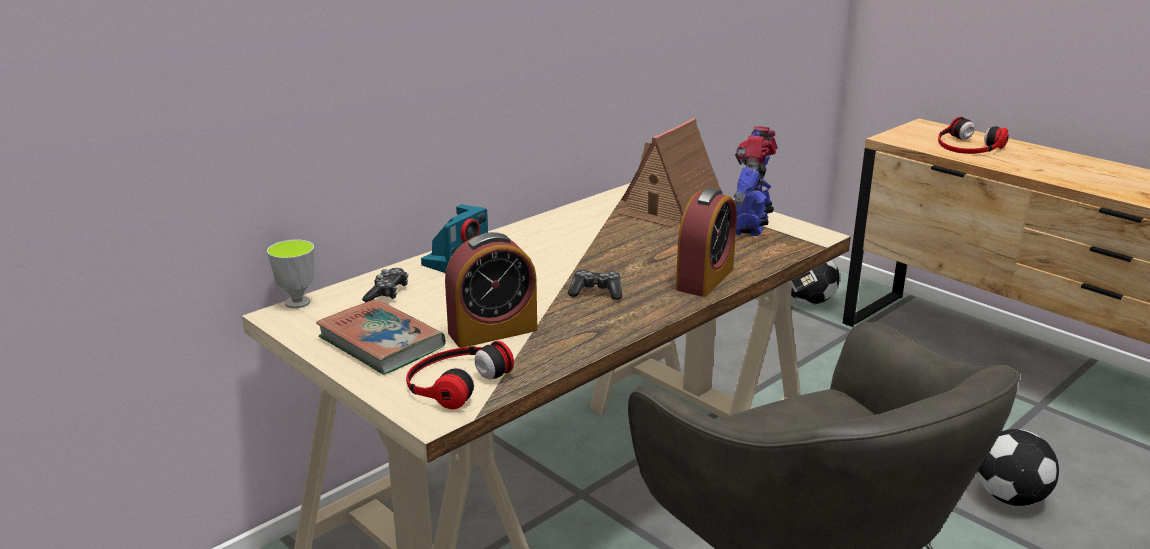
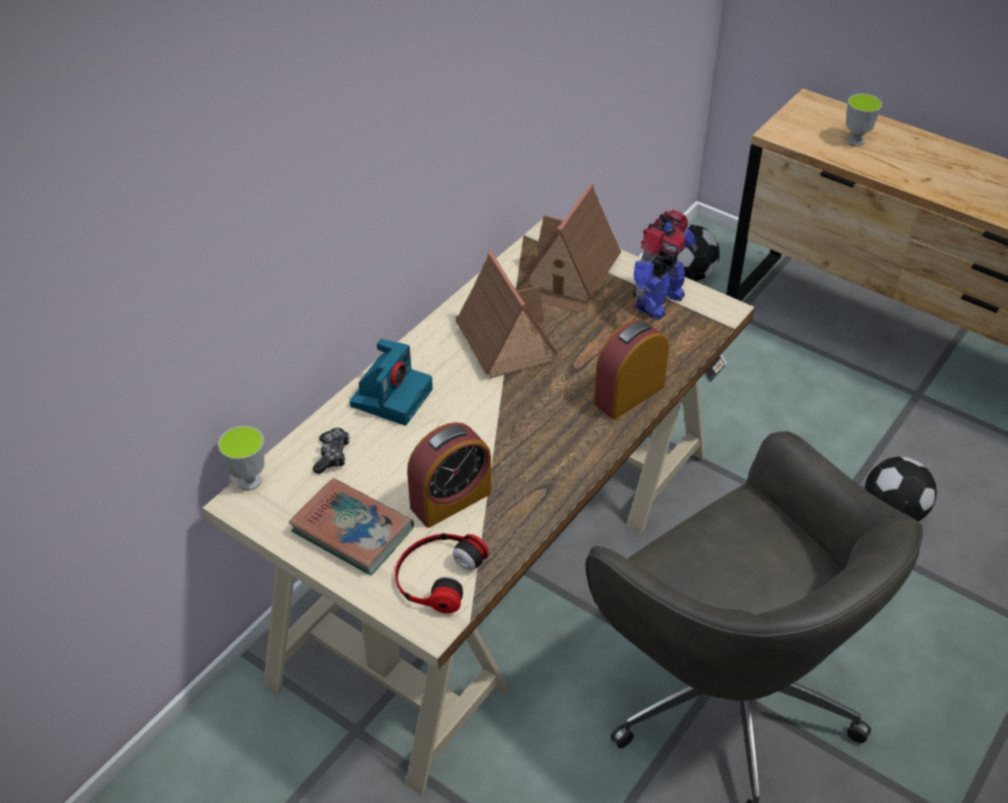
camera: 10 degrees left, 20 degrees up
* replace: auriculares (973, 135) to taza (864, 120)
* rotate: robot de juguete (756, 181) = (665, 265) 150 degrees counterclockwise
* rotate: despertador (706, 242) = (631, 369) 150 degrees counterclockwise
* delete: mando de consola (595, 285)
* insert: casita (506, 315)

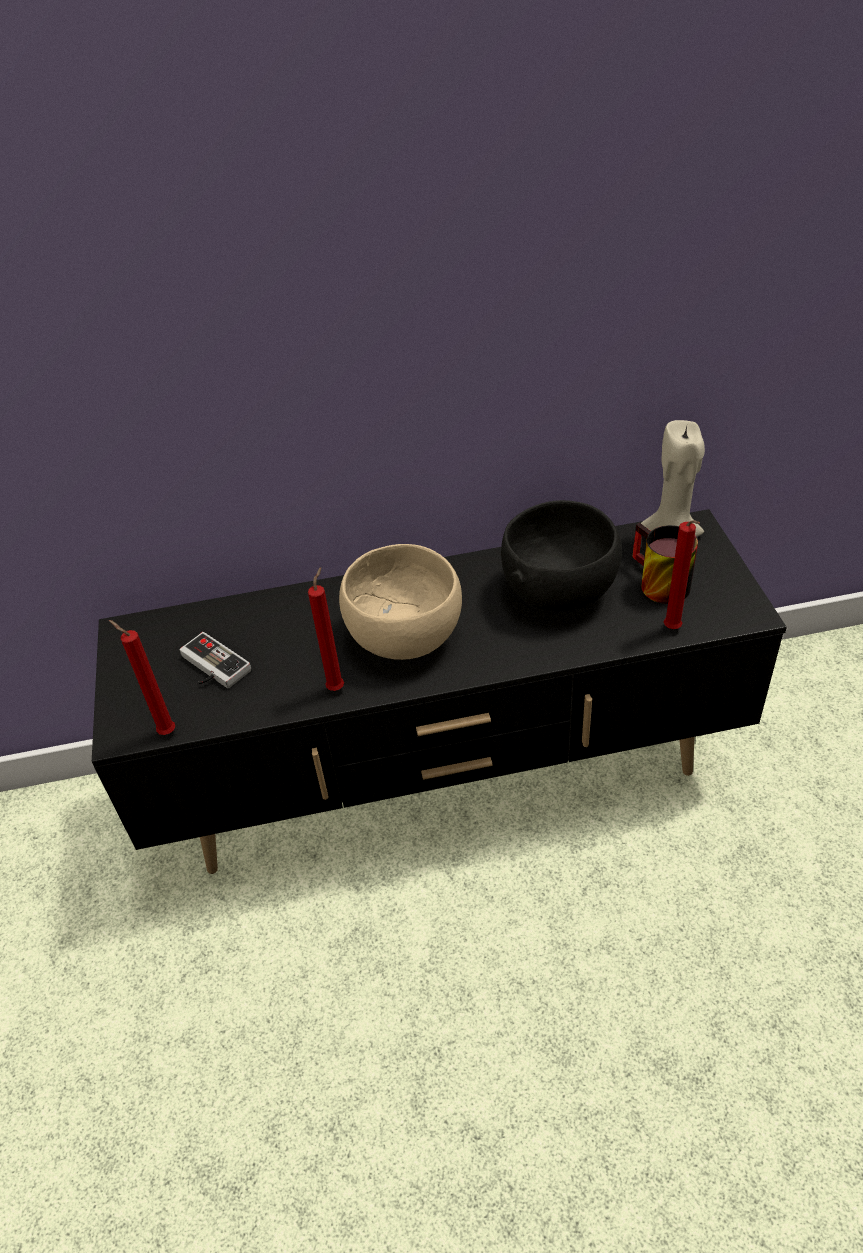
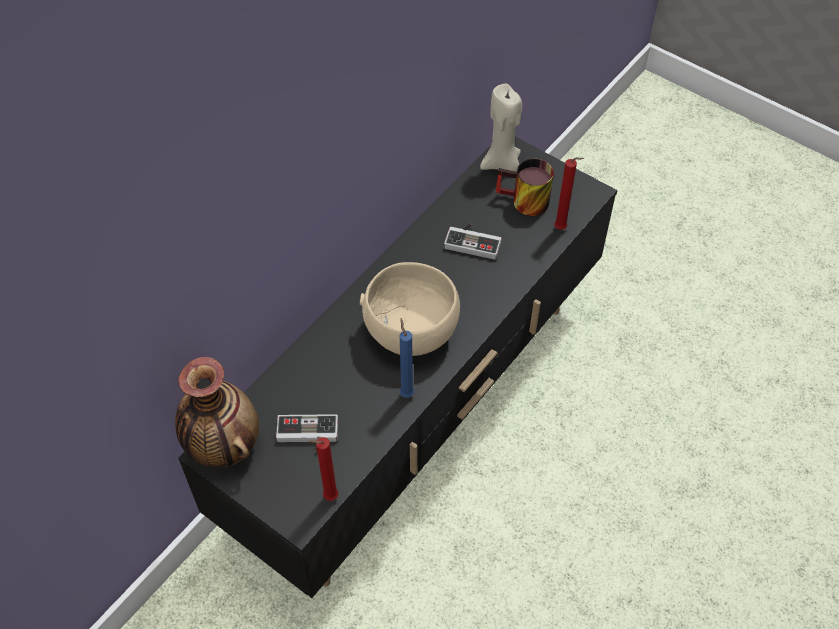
camera: 45 degrees left, 10 degrees up
* replace: cuenco [negro] (561, 555) to mando de consola (473, 241)
* recolor: vela [rojo] (326, 629) to vela [azul] (407, 358)
* insert: florero (217, 412)

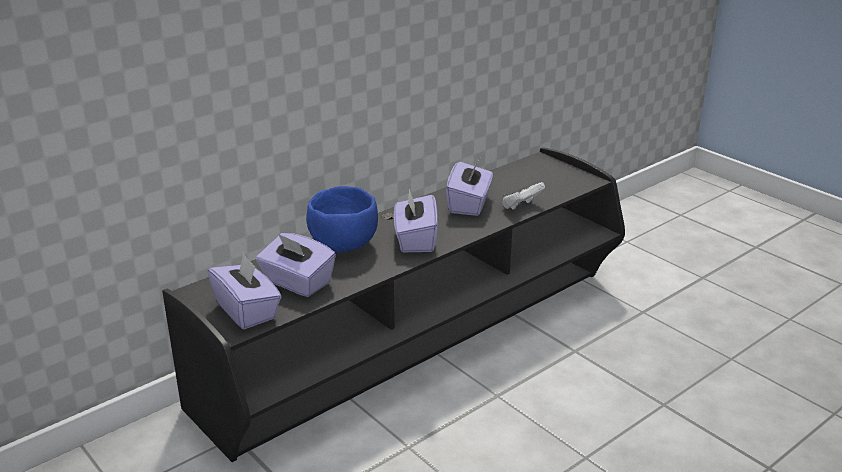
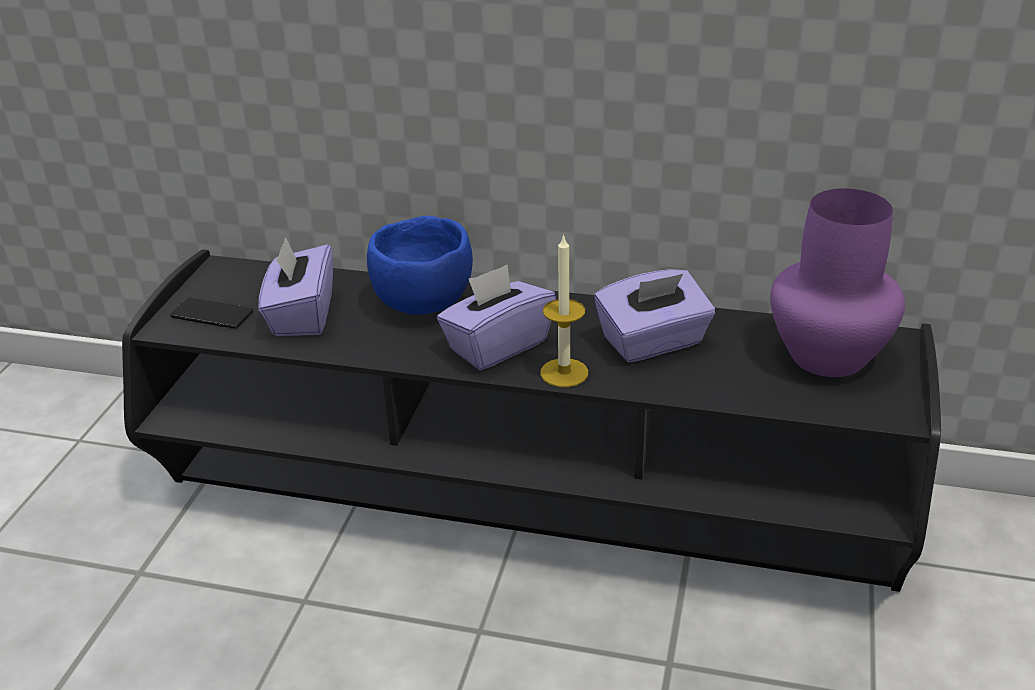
camera: 55 degrees right, 5 degrees up
* delete: mando de consola [blanco] (523, 196)
* replace: caja de pañuelos [morado] (244, 291) to móvil (211, 313)
* insert: florero [morado] (837, 282)
* insert: vela (564, 310)

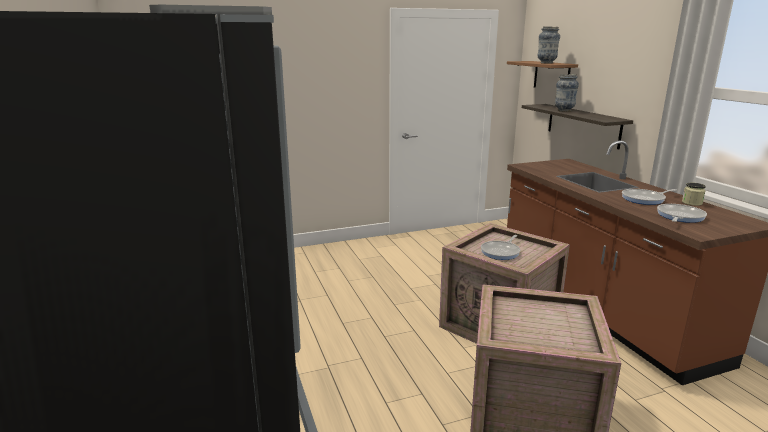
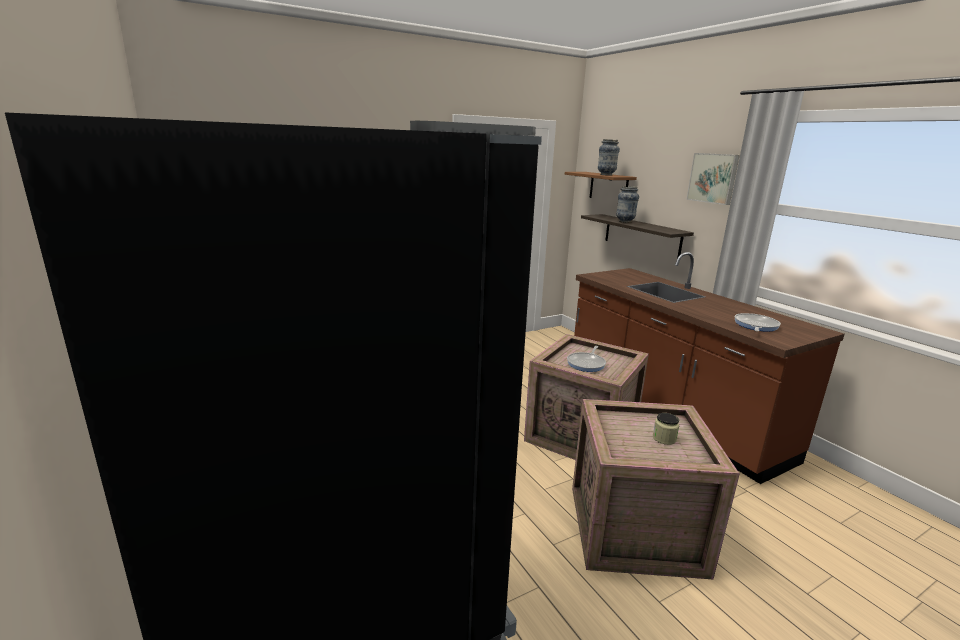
camera: 10 degrees left, 0 degrees up
* move: tarro (694, 194) to (666, 429)
* delete: sartén (649, 197)
* insert: cuadro (713, 179)

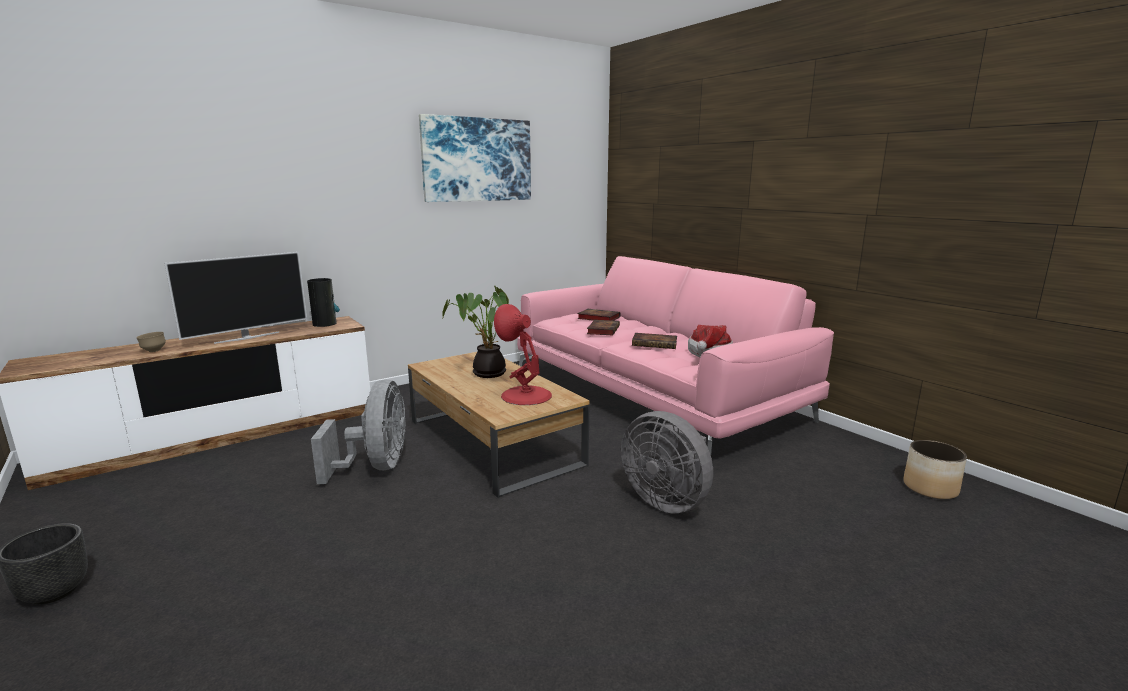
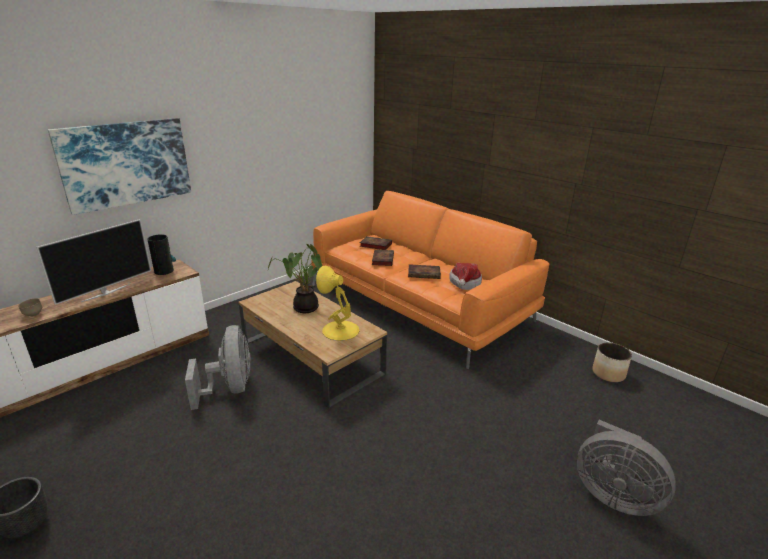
camera: 10 degrees left, 10 degrees up
* move: cuadro (475, 158) to (119, 166)
* recolor: sofá [rosa] (675, 355) to sofá [naranja] (430, 280)
* recolor: lámpara de mesa [rojo] (523, 354) to lámpara de mesa [amarillo] (337, 303)
* move: ventilador [gris] (667, 462) to (626, 468)

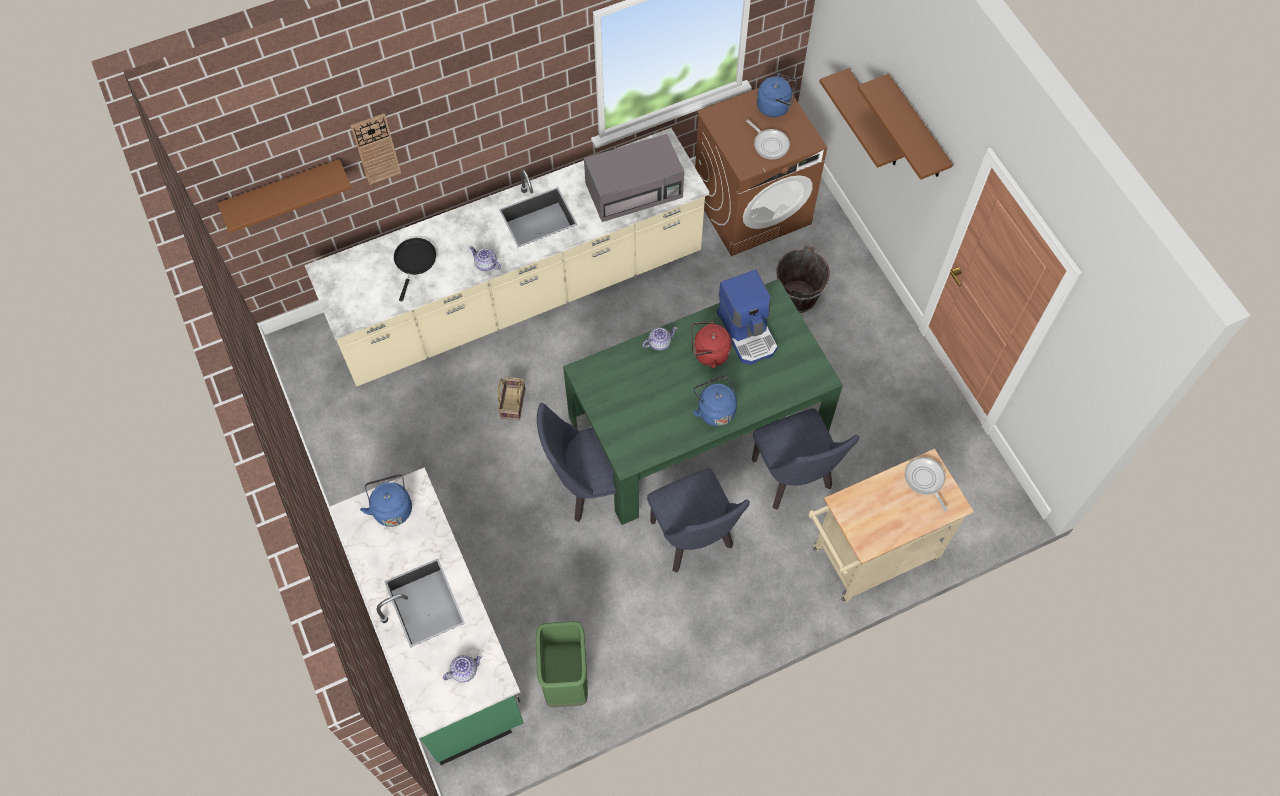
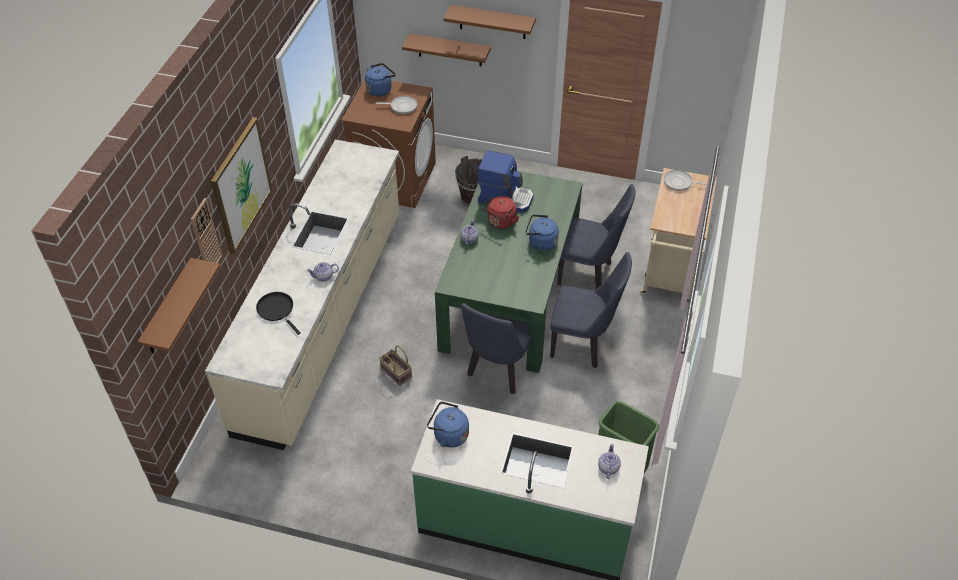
camera: 50 degrees left, 15 degrees down
* delete: microondas [gris] (634, 178)
* insert: cuadro (241, 185)

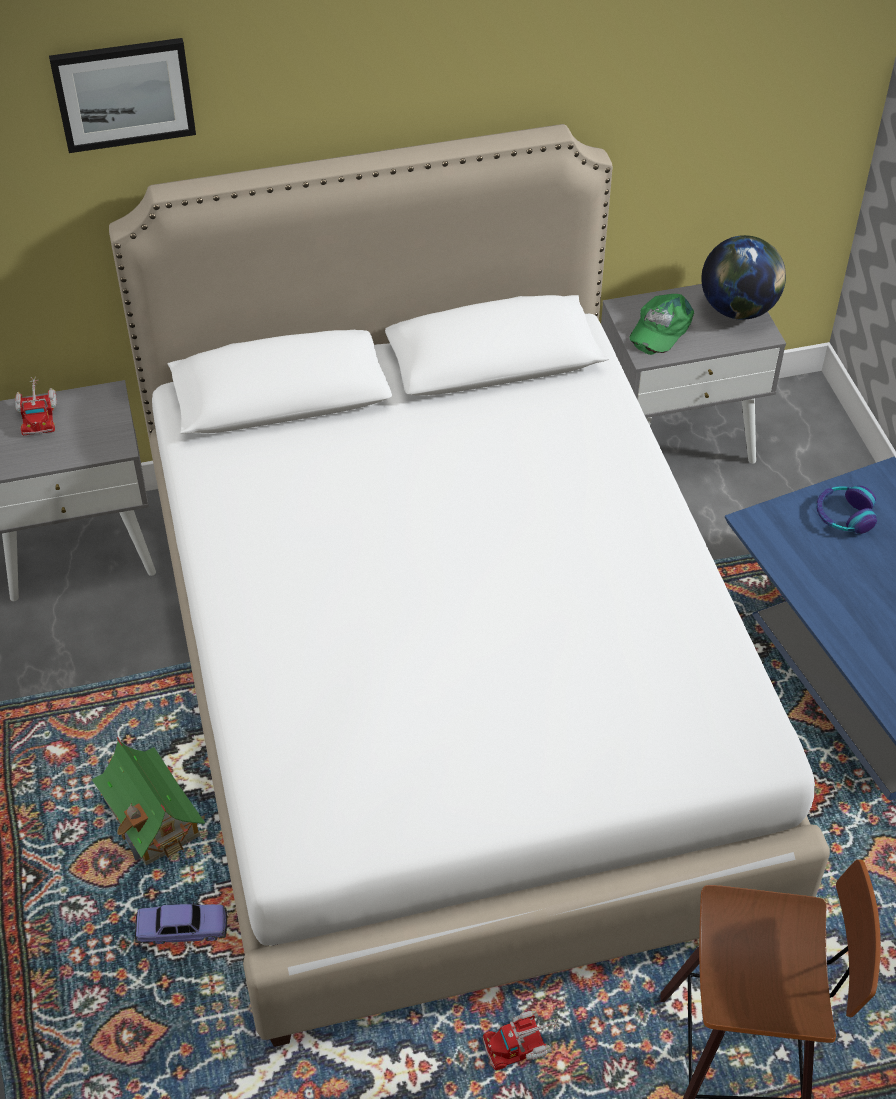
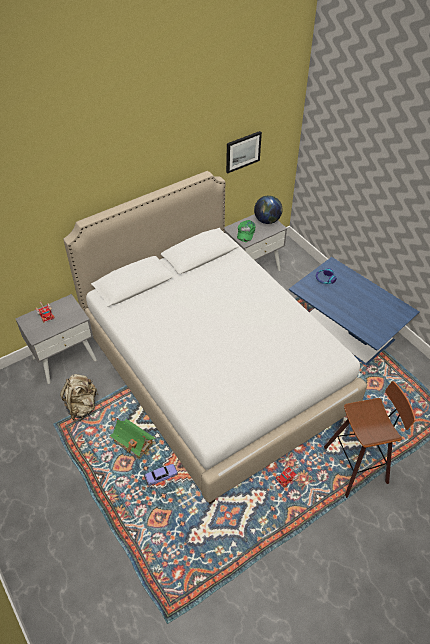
camera: 20 degrees left, 0 degrees up
* move: cuadro (122, 95) to (244, 152)
* insert: mochila [beis] (79, 397)

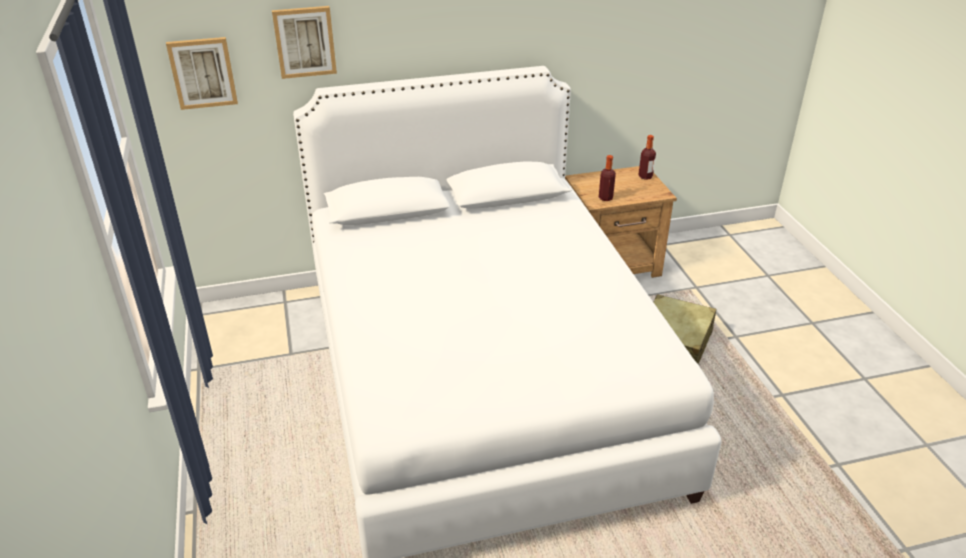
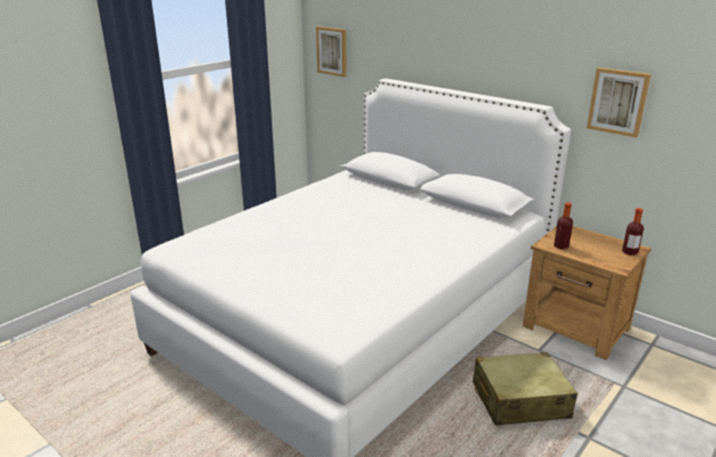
camera: 55 degrees right, 10 degrees down
* move: cuadro (304, 42) to (619, 103)

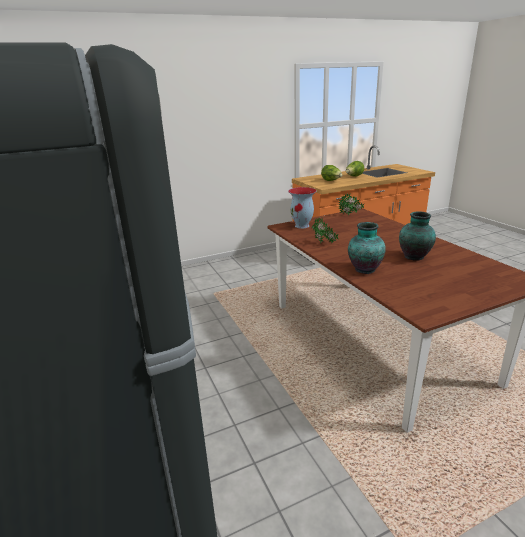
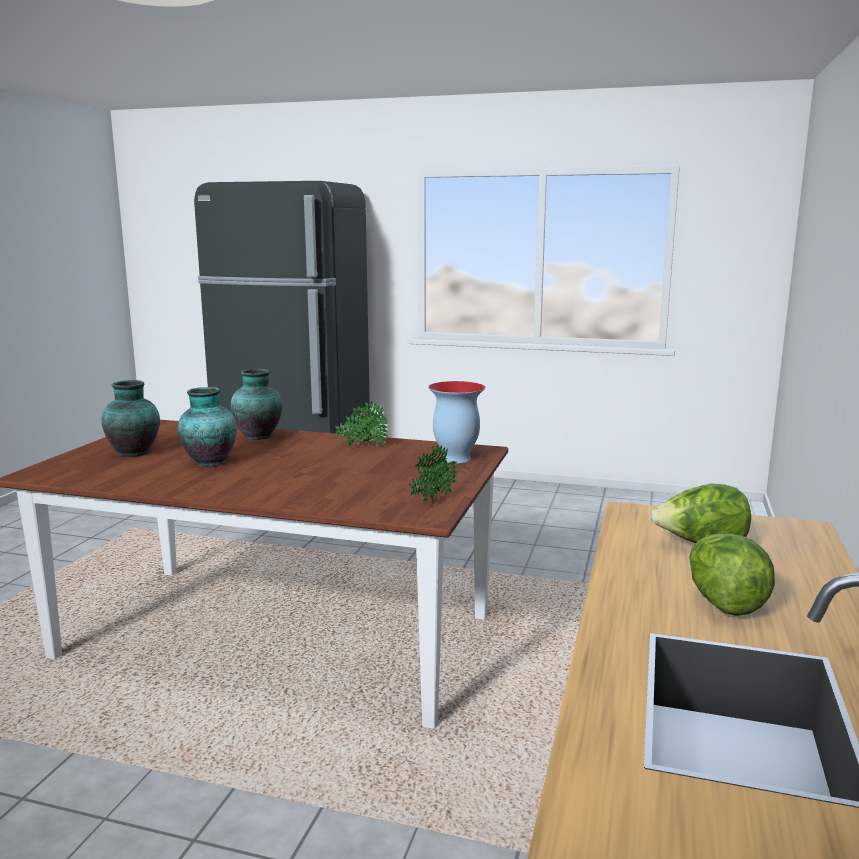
camera: 130 degrees right, 10 degrees down
* insert: florero (130, 418)

